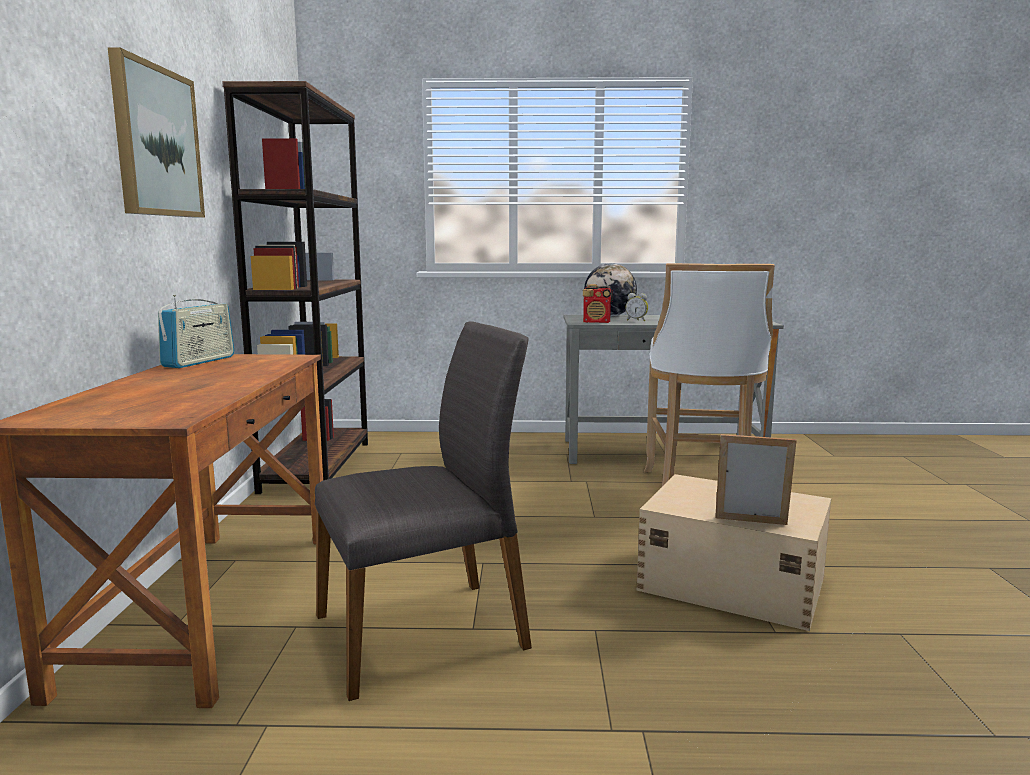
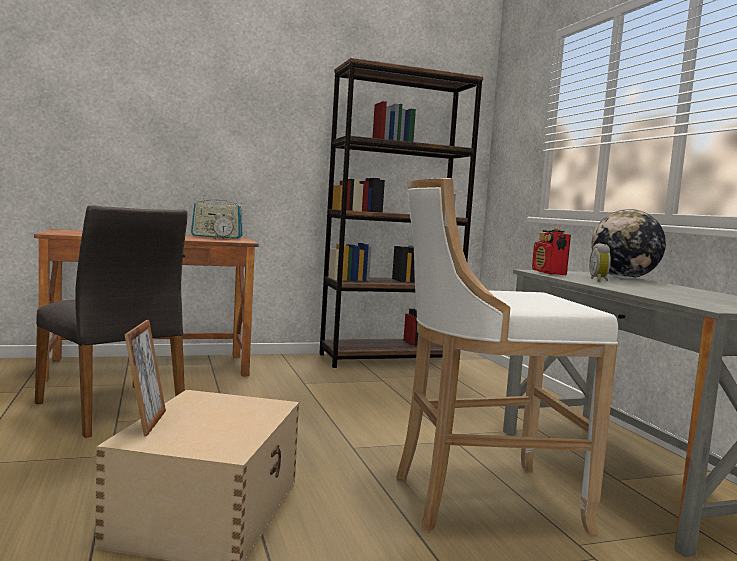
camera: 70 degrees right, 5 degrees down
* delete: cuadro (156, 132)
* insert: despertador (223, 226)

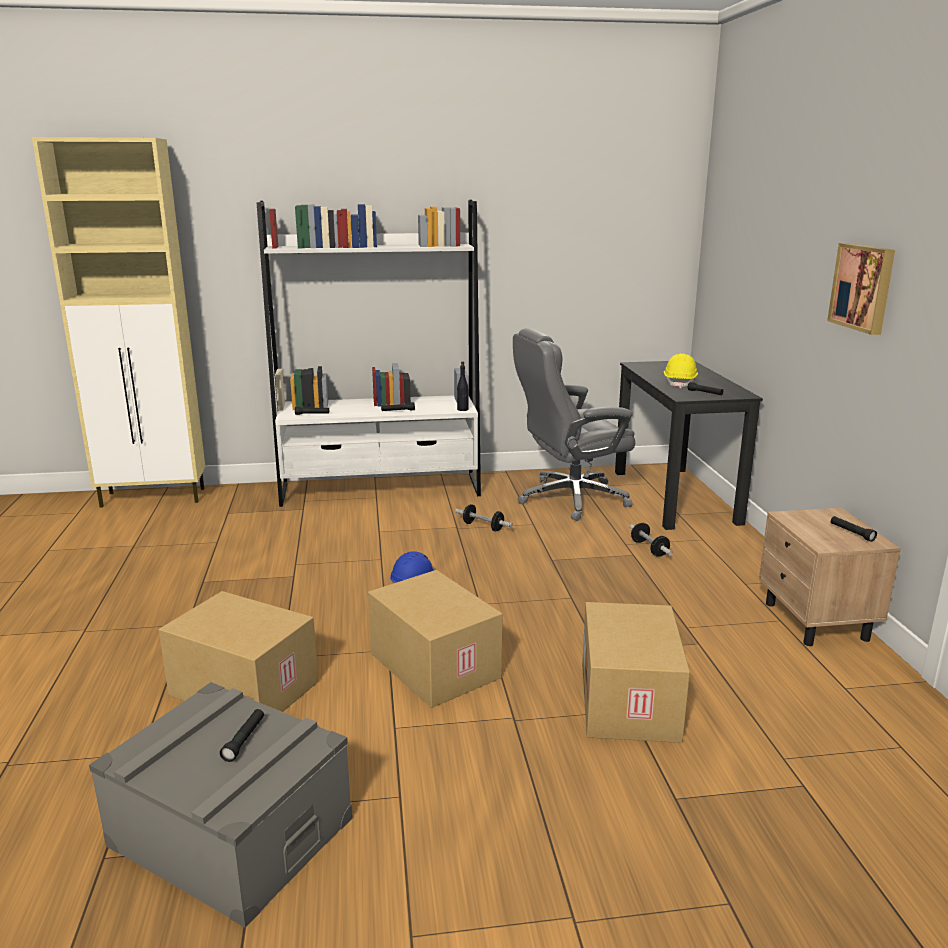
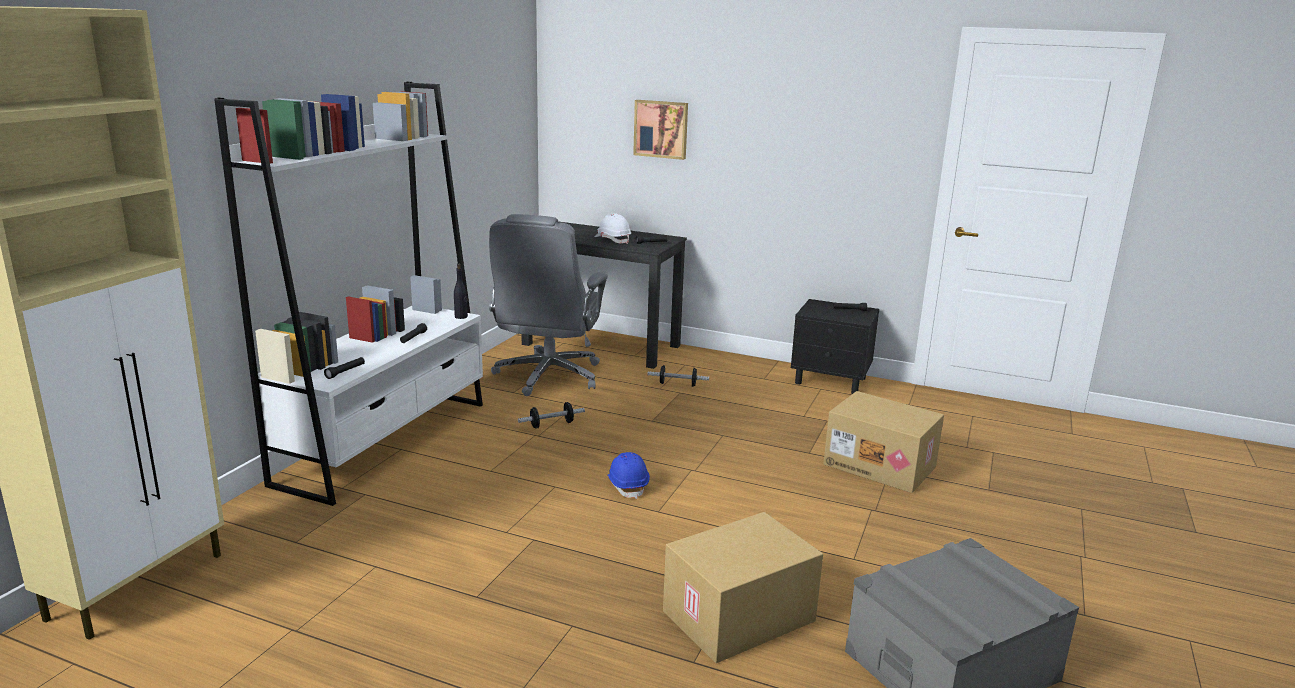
camera: 60 degrees left, 0 degrees up
* move: cuadro (861, 289) to (660, 130)
* recolor: casco [amarillo] (681, 371) to casco [blanco] (612, 228)
* recolor: mesita de noche [beis] (830, 577) to mesita de noche [negro] (835, 346)
* delete: caja de cartón (435, 639)
* delete: linterna [negro] (242, 735)

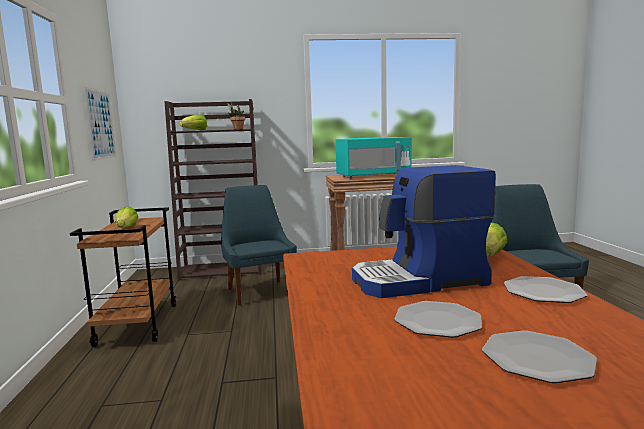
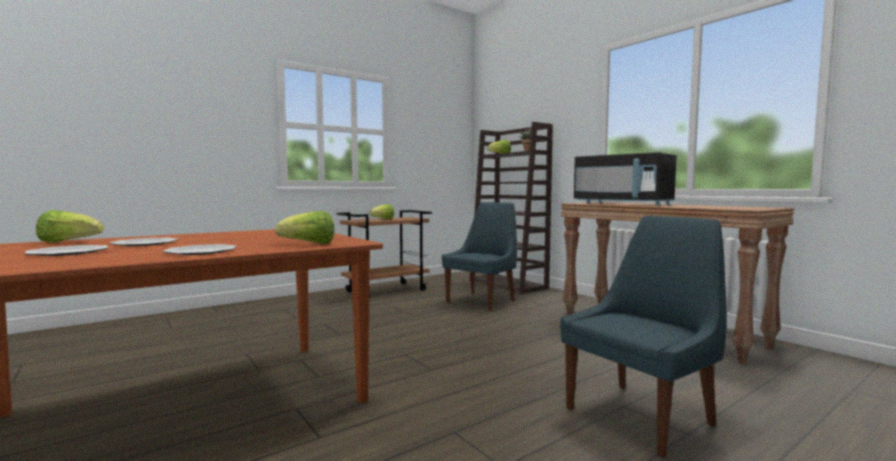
camera: 60 degrees right, 5 degrees down
* delete: cuadro (100, 123)
* recolor: microondas [turquesa] (374, 158) to microondas [negro] (625, 178)
* delete: cafetera (424, 231)
* insert: lechuga (70, 226)

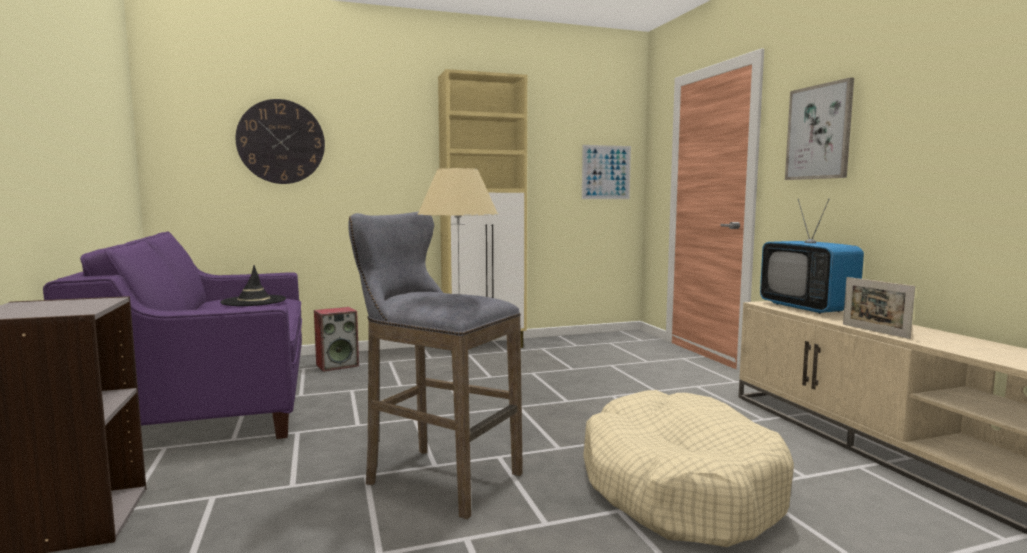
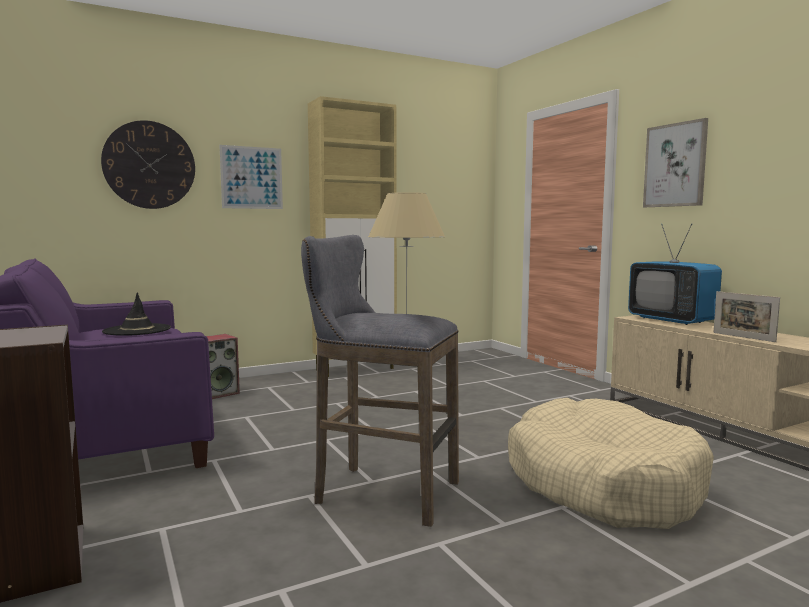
camera: 10 degrees left, 0 degrees up
* move: cuadro (606, 172) to (251, 177)

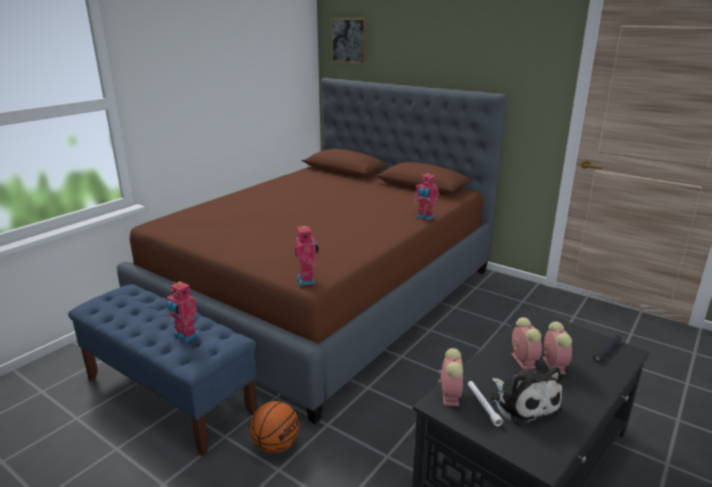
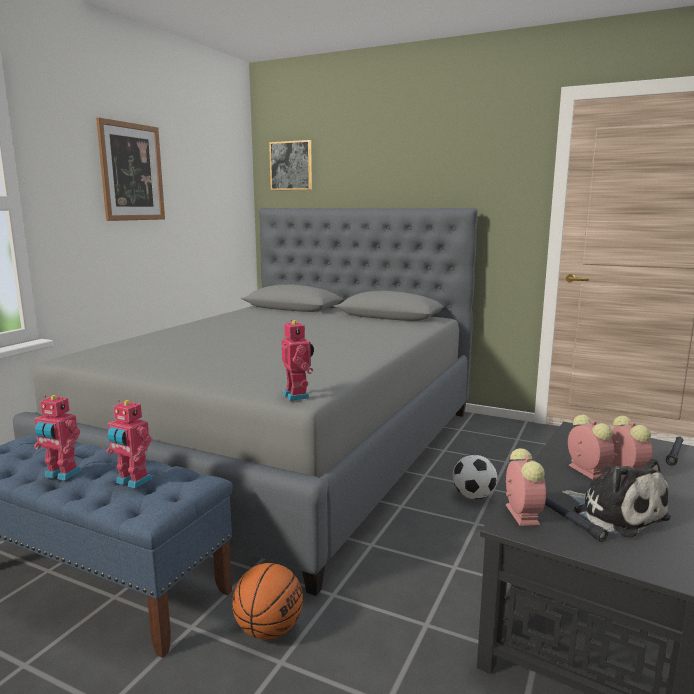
camera: 10 degrees left, 10 degrees down
* recolor: cama [marrón] (312, 251) to cama [gris] (245, 402)
* move: robot de juguete (426, 196) to (58, 437)
* recolor: linterna [blanco] (485, 403) to linterna [negro] (576, 519)
* insert: cuadro (130, 169)
* insert: balón de fútbol (475, 477)

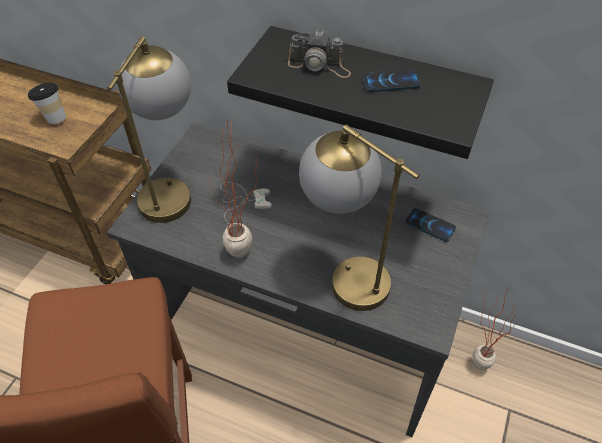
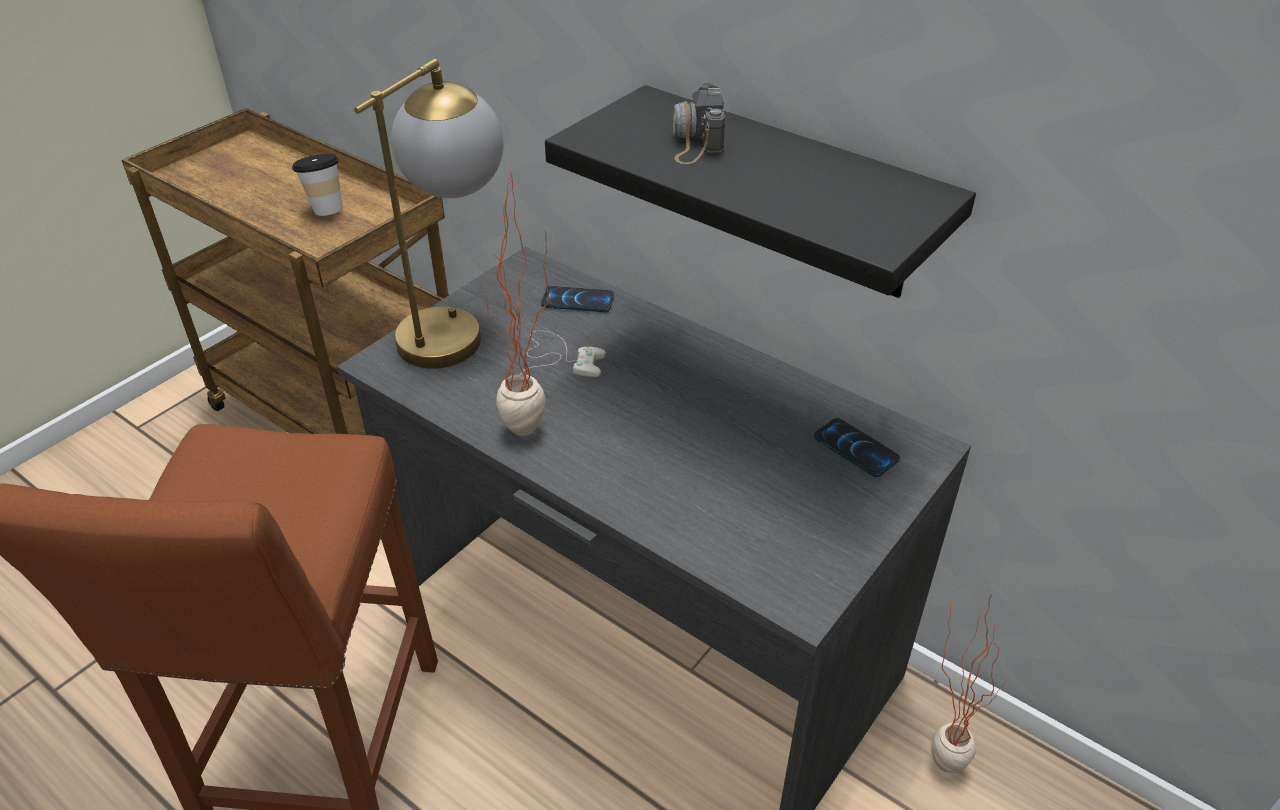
camera: 15 degrees right, 10 degrees down
* rotate: cámara (319, 54) = (699, 123) 60 degrees clockwise
* move: móvil (391, 81) to (577, 299)
* delete: lámpara de mesa (359, 217)

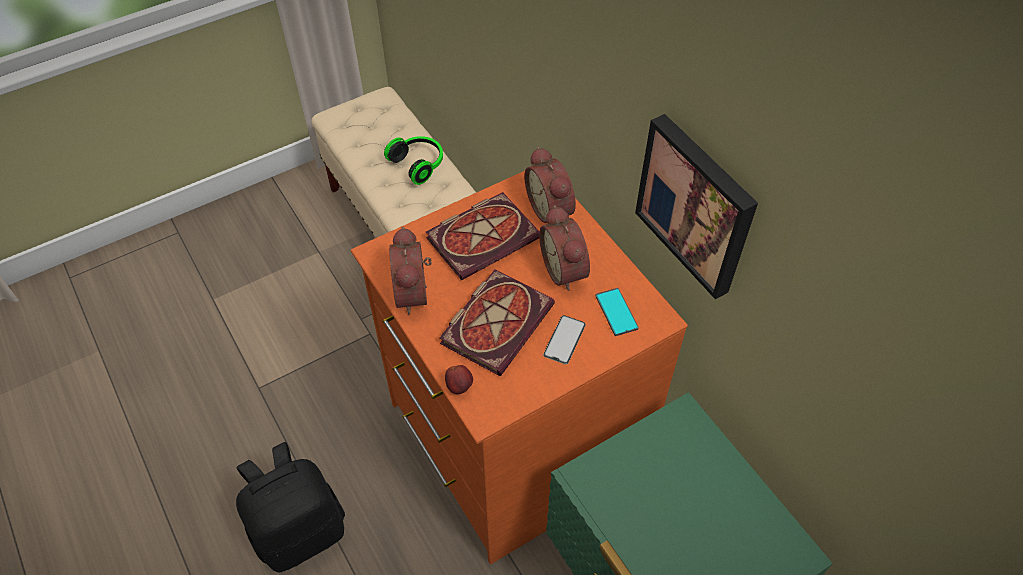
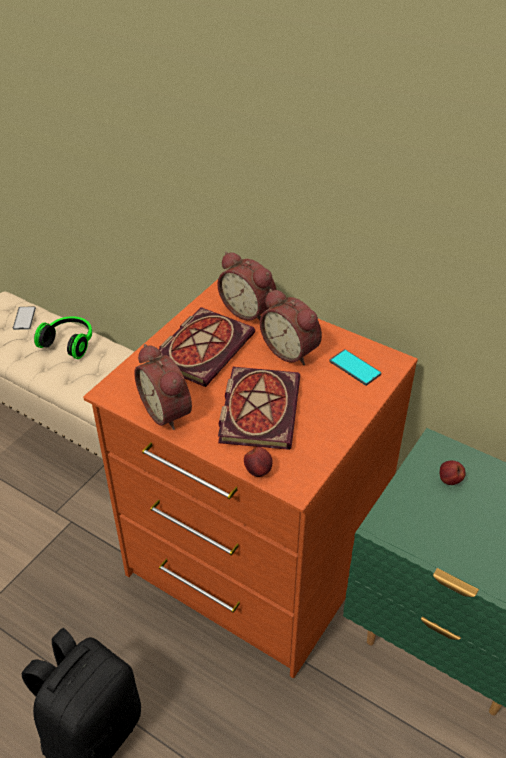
camera: 25 degrees left, 10 degrees down
* delete: cuadro (696, 206)
* move: móvil (564, 339) to (24, 318)
* insert: manzana (453, 472)

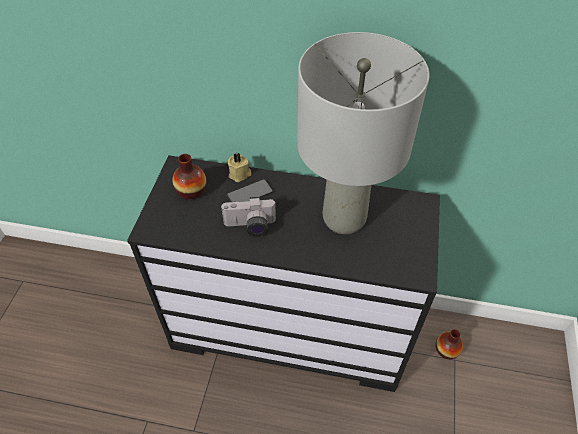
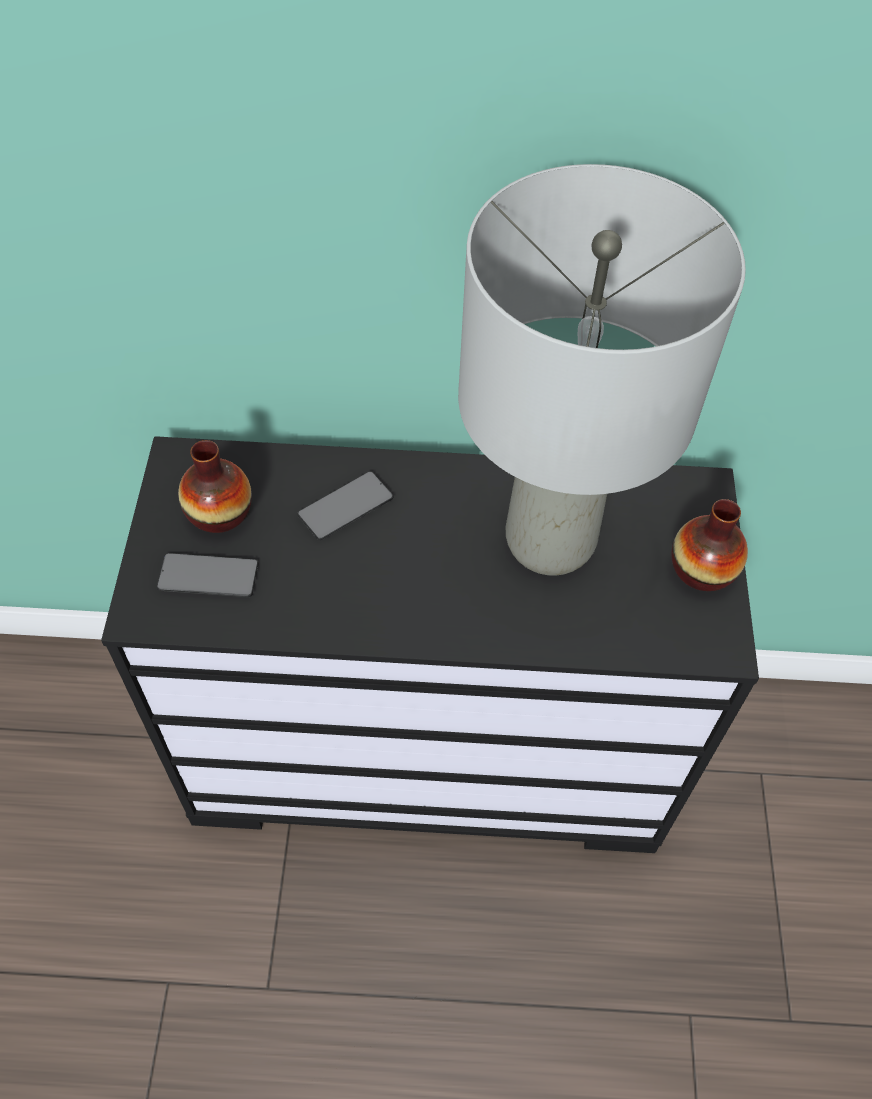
camera: 10 degrees left, 5 degrees up
* delete: vela [beis] (239, 167)
* delete: cámara (248, 217)
* move: florero (449, 344) to (709, 545)
* insert: móvil (208, 575)

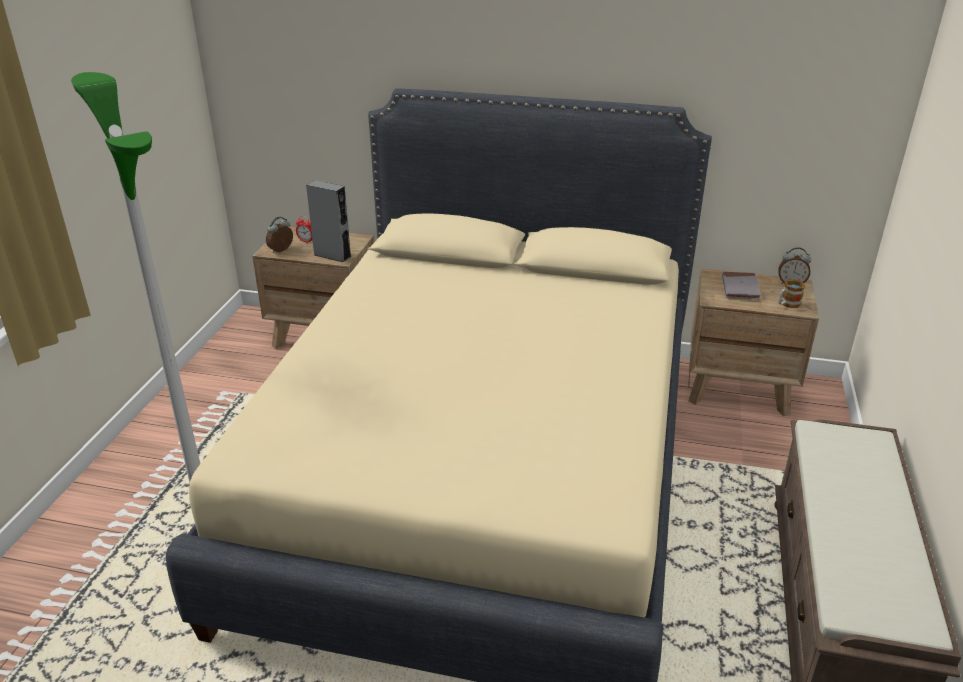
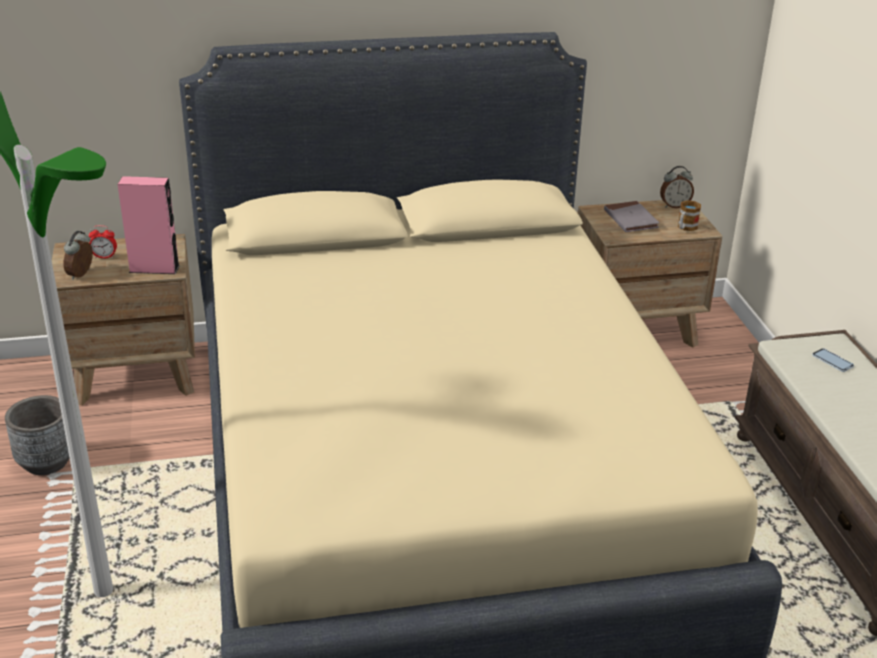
camera: 25 degrees left, 0 degrees up
* recolor: altavoz [gris] (328, 221) to altavoz [rosa] (149, 225)
* insert: móvil (833, 360)
* insert: maceta [gris] (37, 435)

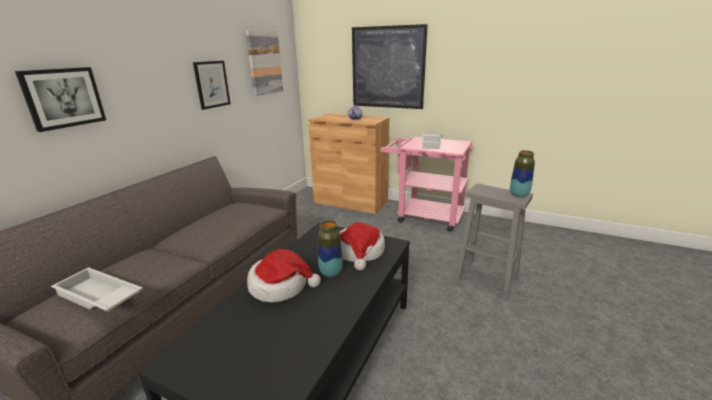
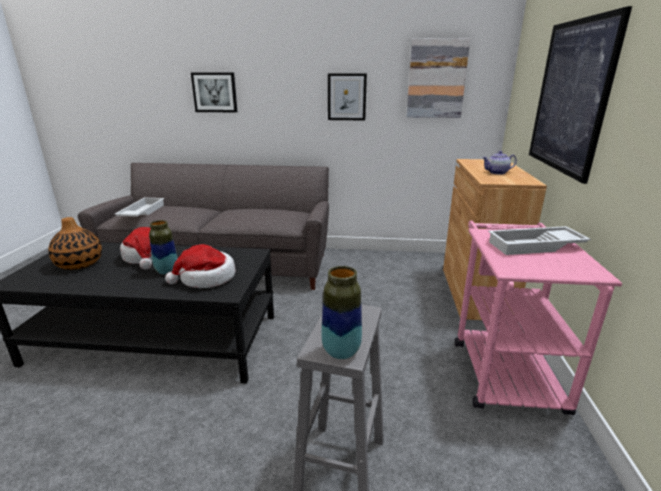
camera: 70 degrees right, 0 degrees up
* insert: florero (75, 243)

